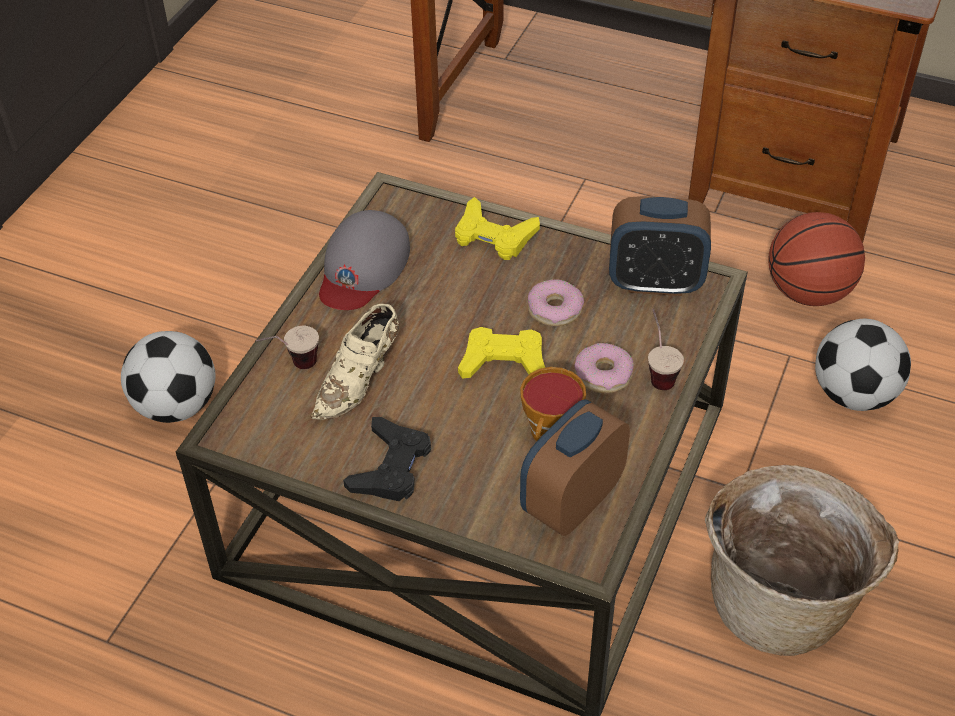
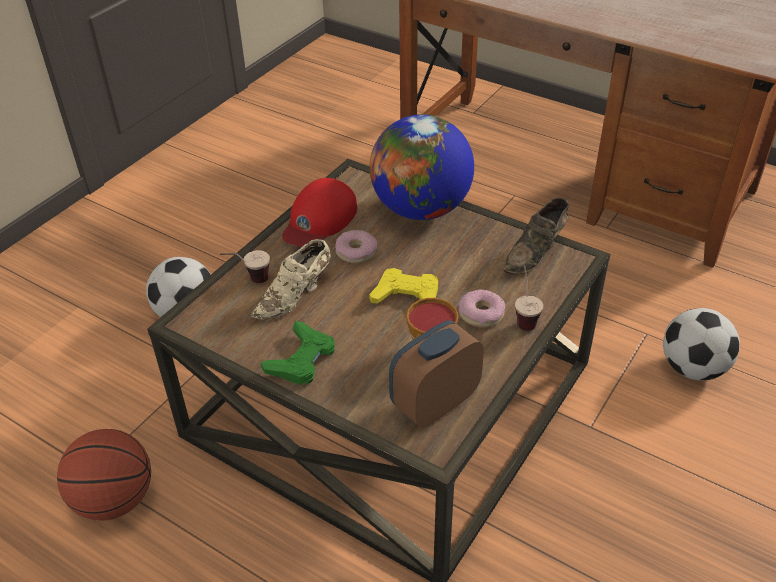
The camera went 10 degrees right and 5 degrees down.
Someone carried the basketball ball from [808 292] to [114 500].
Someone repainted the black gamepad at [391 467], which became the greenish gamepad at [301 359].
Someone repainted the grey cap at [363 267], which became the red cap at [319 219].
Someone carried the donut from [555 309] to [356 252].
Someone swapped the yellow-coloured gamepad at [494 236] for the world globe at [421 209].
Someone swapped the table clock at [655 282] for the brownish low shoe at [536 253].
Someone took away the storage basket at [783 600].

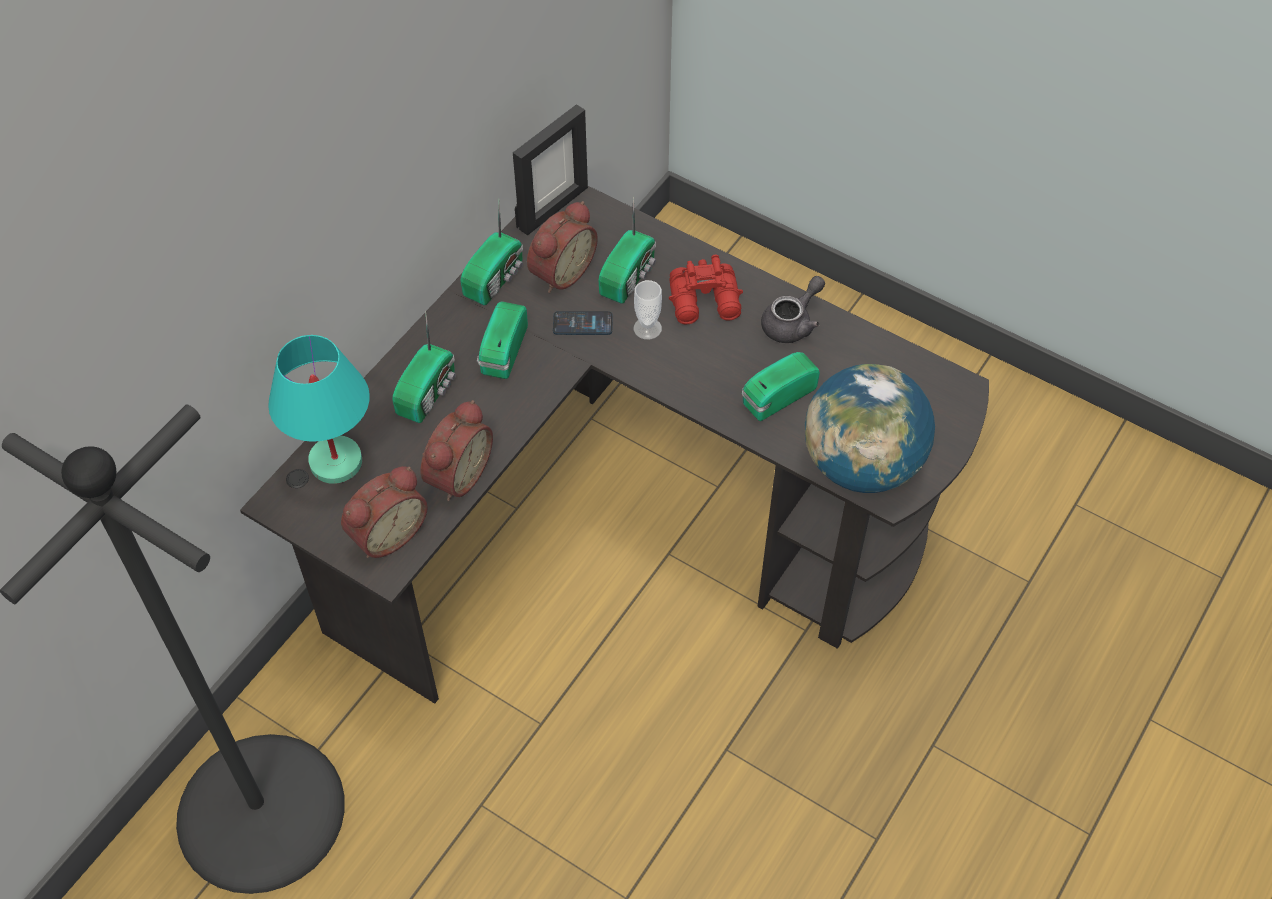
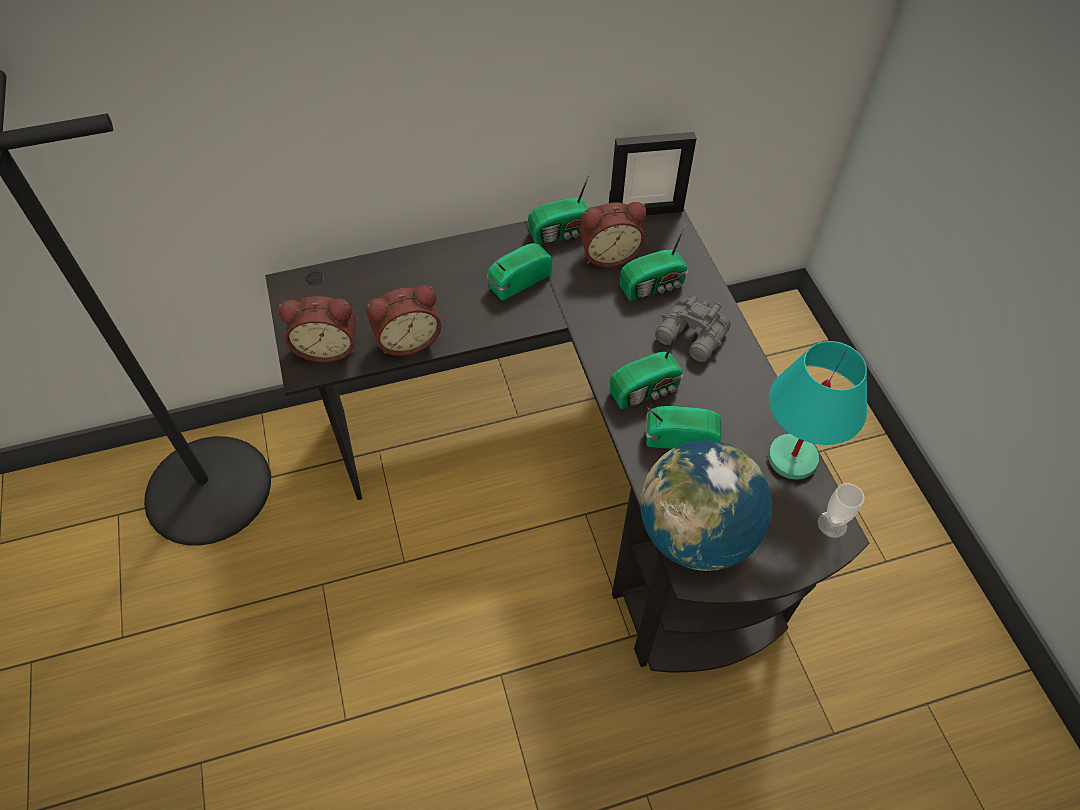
The camera went 40 degrees right and 0 degrees up.
Someone carried the radio set from [429 392] to [647 390].
Someone repainted the red binoculars at [706 302], which became the grey binoculars at [691 337].
Someone carried the turquoise lamp for a table from [334 461] to [791 457].
Someone carried the cup from [647 328] to [832 524].
Someone took away the telephone at [582 324].
Someone took away the grey teapot at [792 323].

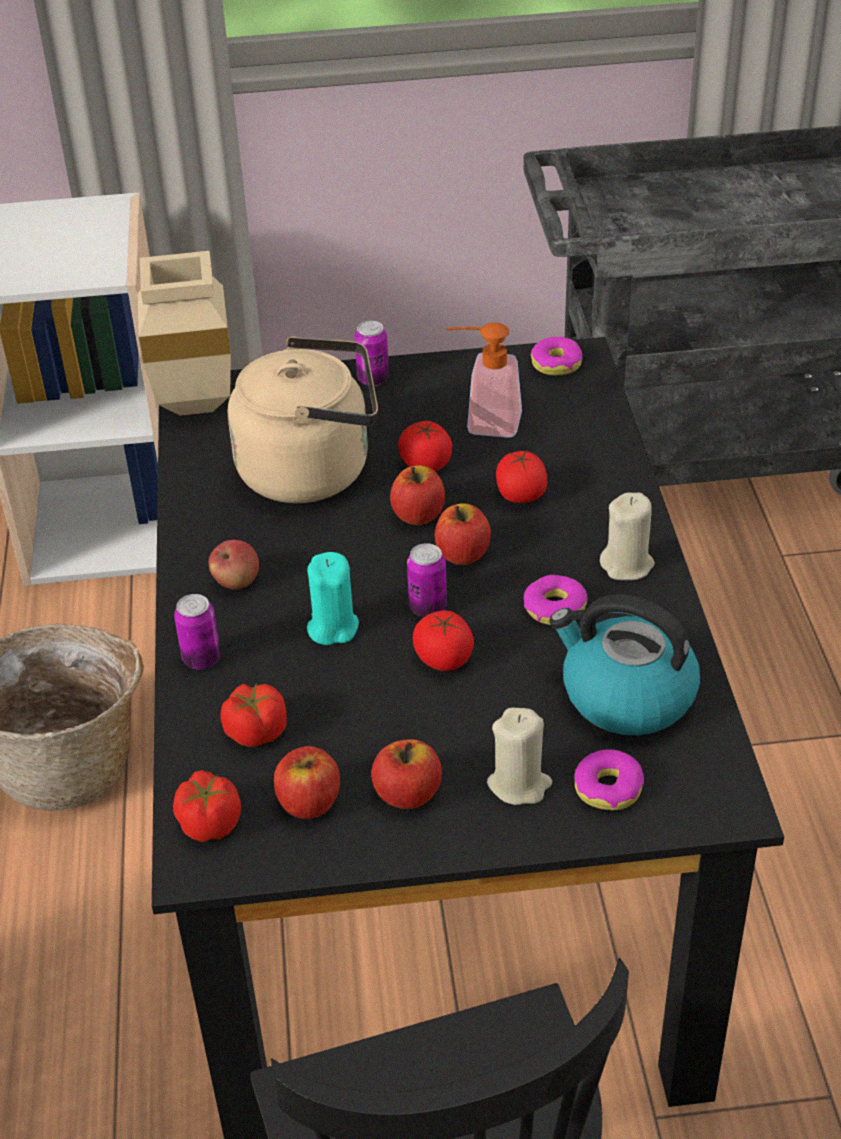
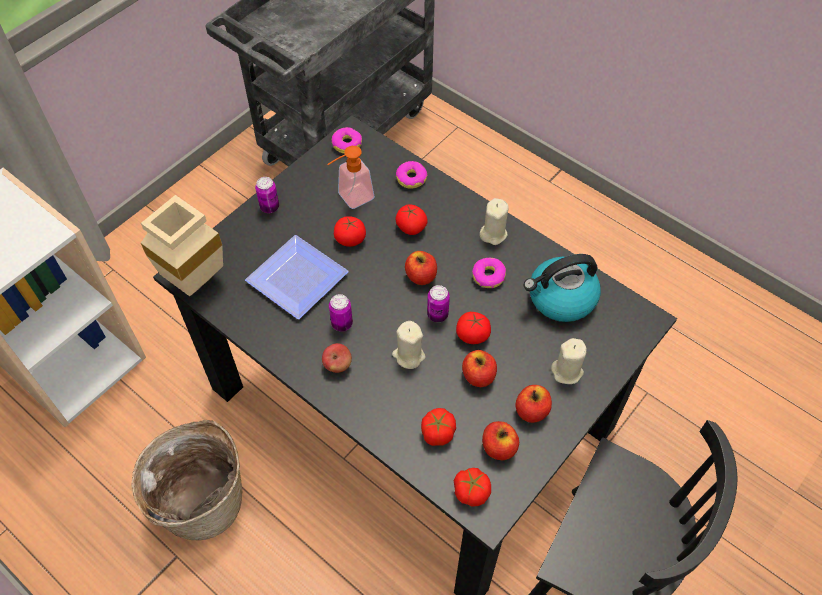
The camera went 45 degrees left and 15 degrees up.
Someone swapped the beige water kettle at [313 470] for the plate at [301 278].
Someone carried the sealed can from [201 659] to [342 324].
Someone repainted the turquoise candle at [332 627], which became the beige candle at [408 355].
Someone carried the donut from [608 788] to [411 178].
Someone carried the whole apple from [418 515] to [478 376].

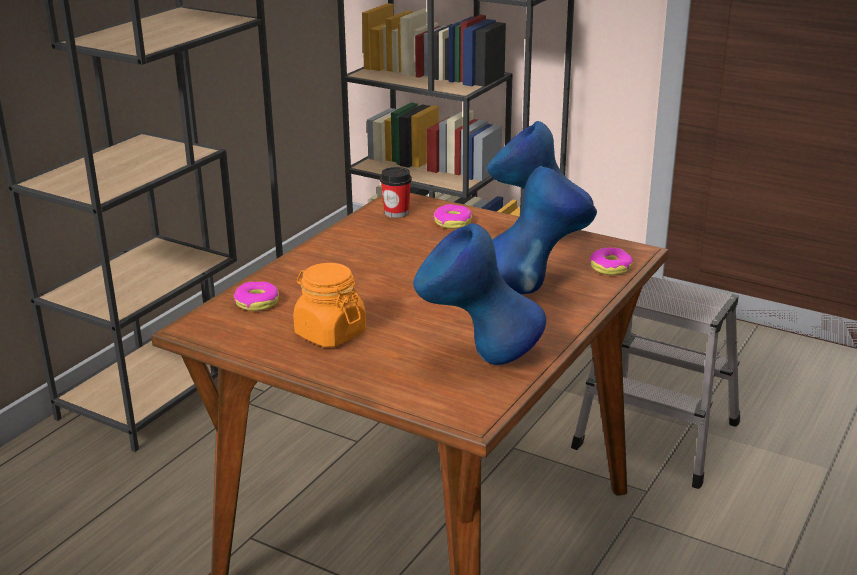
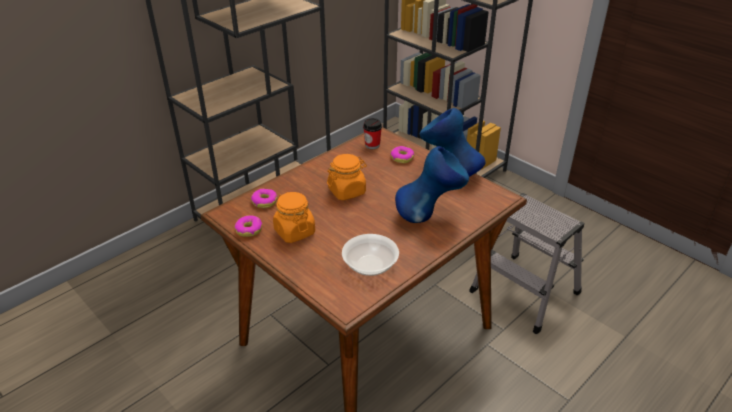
The camera went 15 degrees right and 10 degrees up.
Someone carried the donut from [610 268] to [249 229].
Someone put down the orange-coloured preserve jar at [347 191].
Someone swapped the bluish vase at [478 358] for the bowl at [370 265].

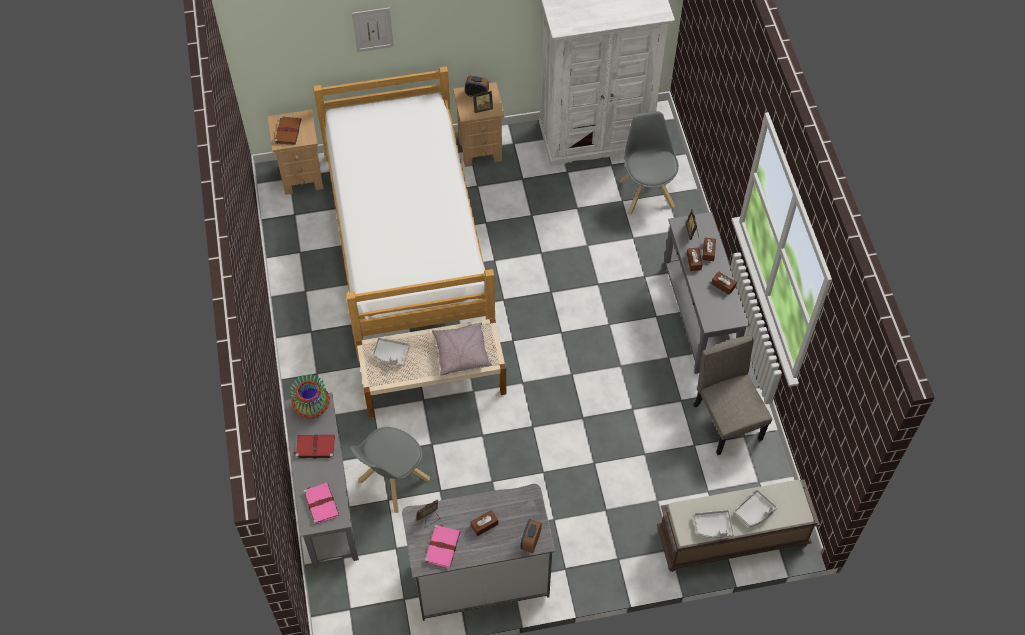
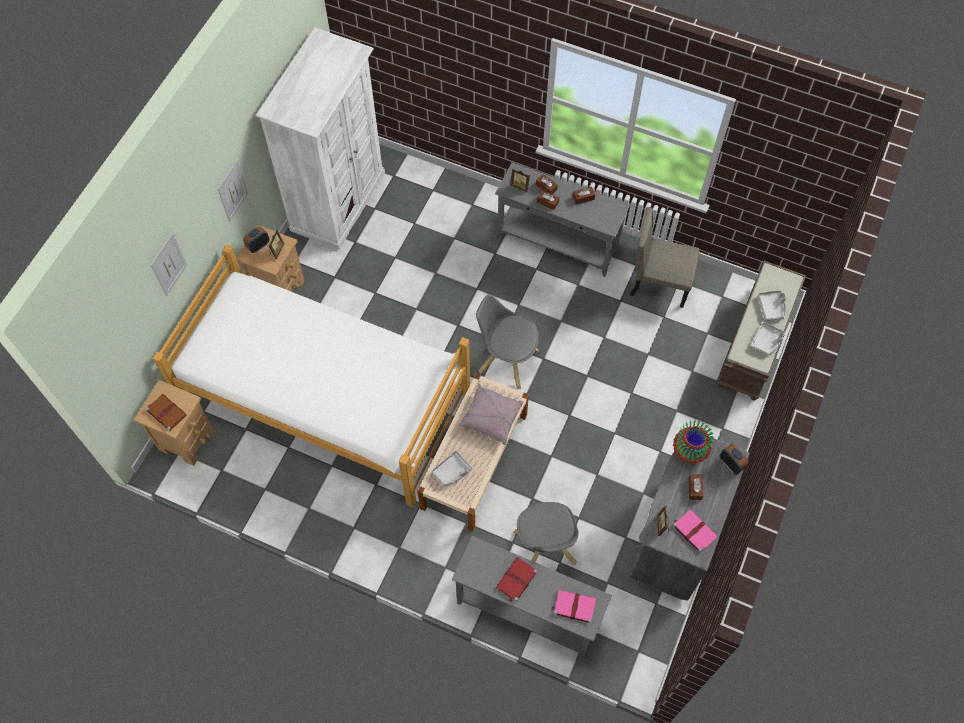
The camera went 55 degrees left and 5 degrees up.
Someone put up the picture at [232 191].
Someone carried the grey plain chair from [646 192] to [507 360].
Someone carried the vase from [312 407] to [690 450].

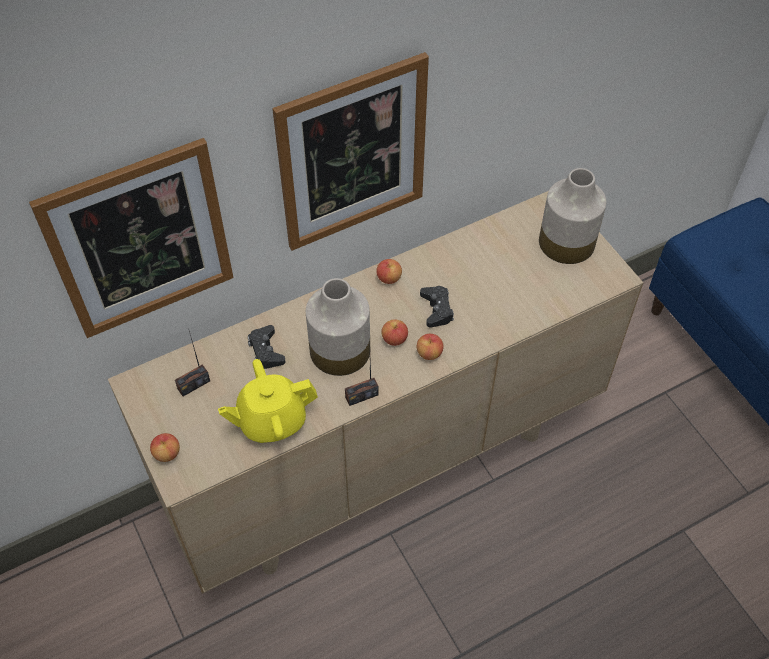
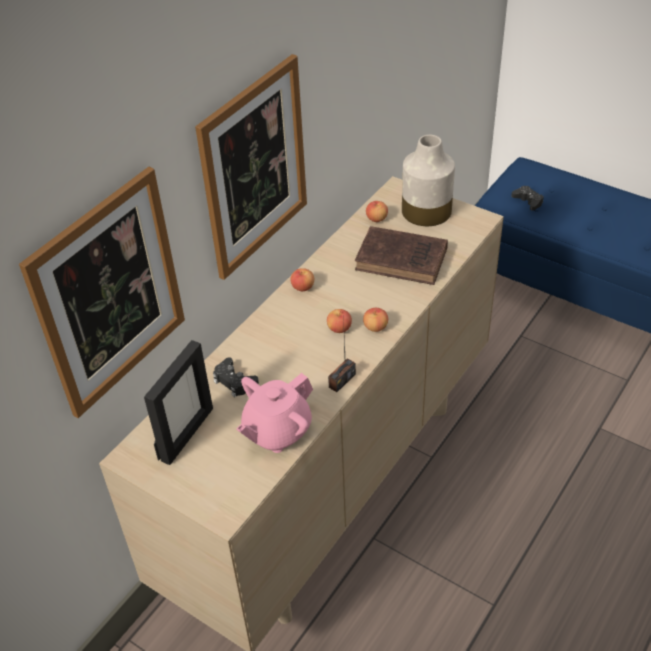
The camera went 25 degrees left and 10 degrees down.
Someone swapped the radio set at [193 385] for the picture frame at [186 433].
Someone repainted the yellow-coloured teapot at [271 420], which became the pink-coloured teapot at [277 431].
Someone put down the brownish volume at [404 260].
Someone carried the whole apple from [167 453] to [376 219].
Someone carried the black gamepad from [437 309] to [528 201].
Someone took away the beige vase at [339 350].

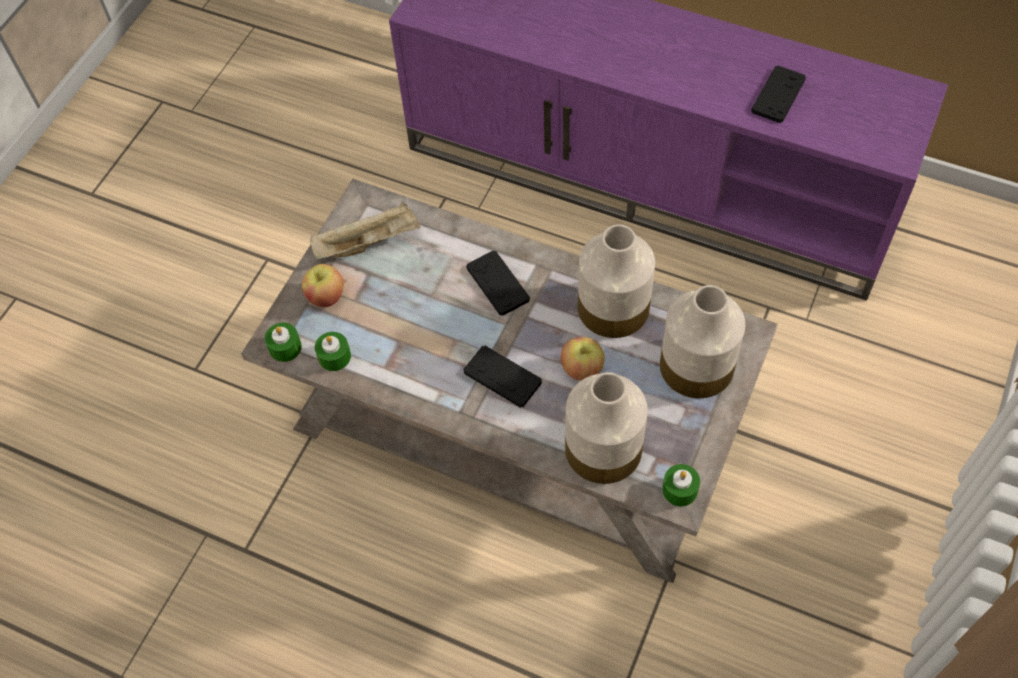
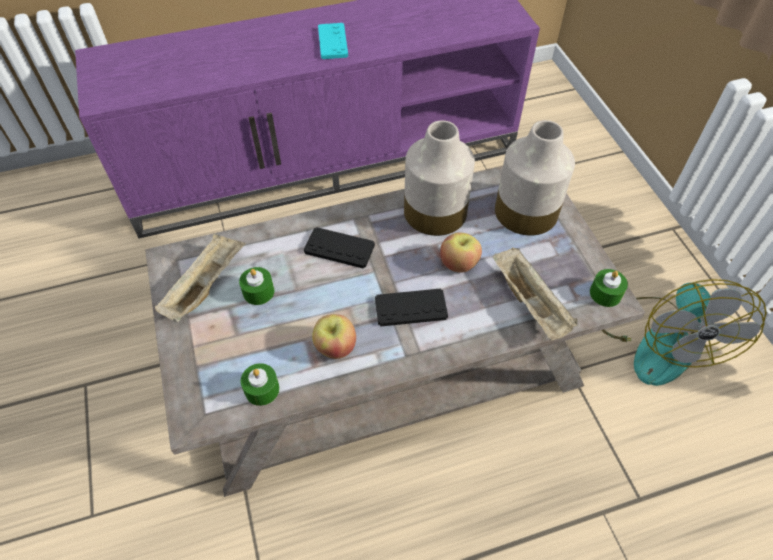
The camera went 45 degrees left and 5 degrees down.
Someone carried the greenish candle from [285 347] to [258 292].
Someone carried the whole apple from [326 296] to [335 347].
Someone put down the turquoise gamepad at [332 42].
Someone swapped the beige vase at [604 448] for the beige carrying tray at [531 304].
Someone put down the fan at [659 340].
Someone took away the black gamepad at [778 95].

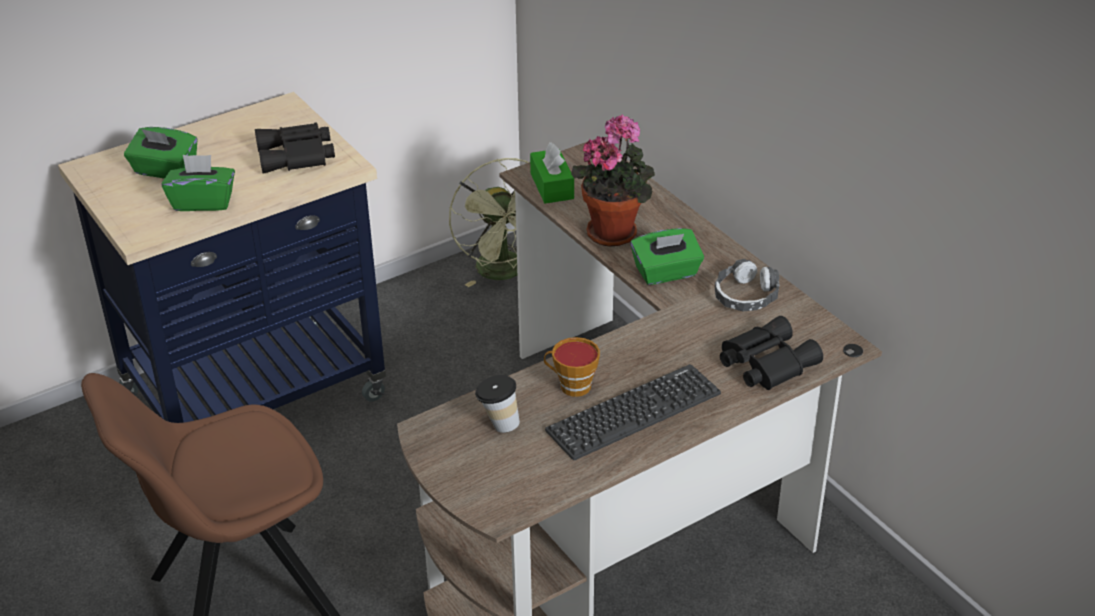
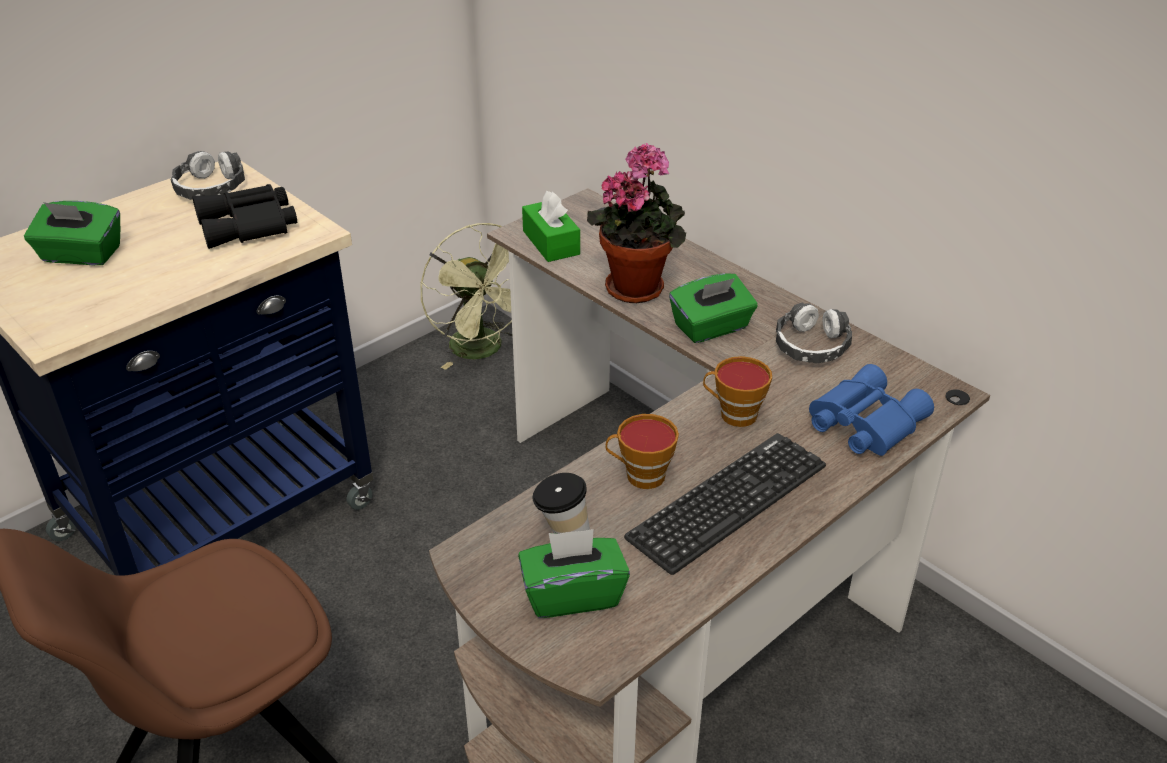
The camera went 10 degrees left and 0 degrees up.
Someone put down the pair of headphones at [210 188].
Someone carried the greenish tissue holder from [203 202] to [572 594].
Someone put down the cup at [733 414].
Someone repainted the black binoculars at [764 363], which became the bluish binoculars at [862 422].

